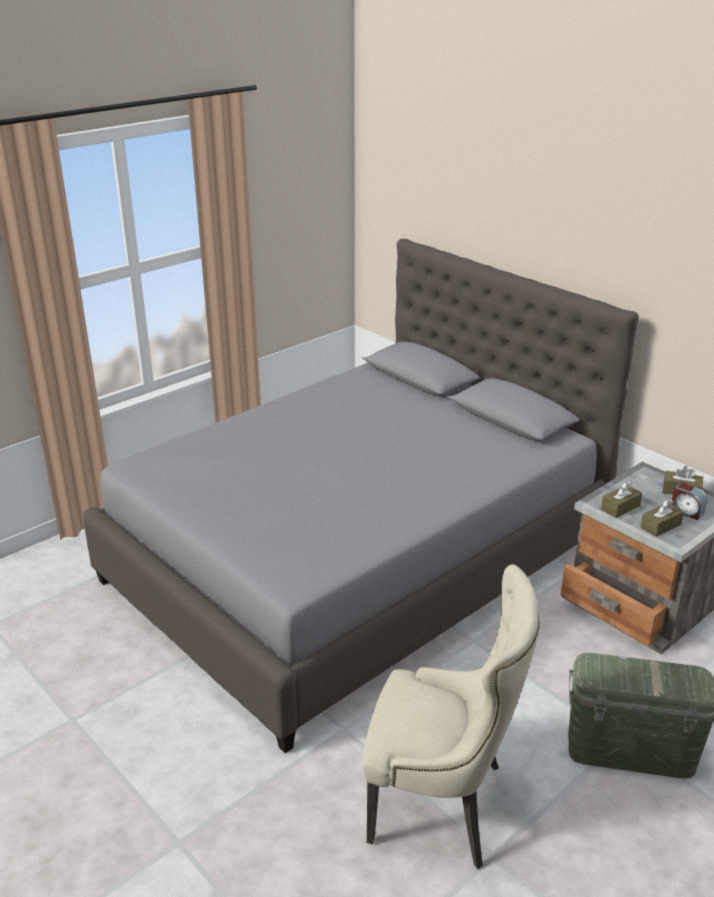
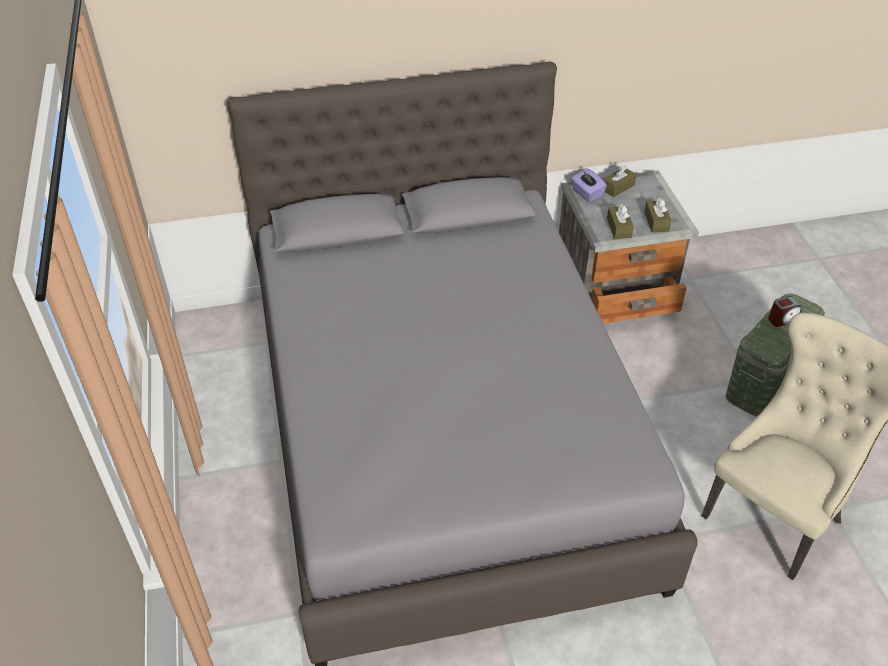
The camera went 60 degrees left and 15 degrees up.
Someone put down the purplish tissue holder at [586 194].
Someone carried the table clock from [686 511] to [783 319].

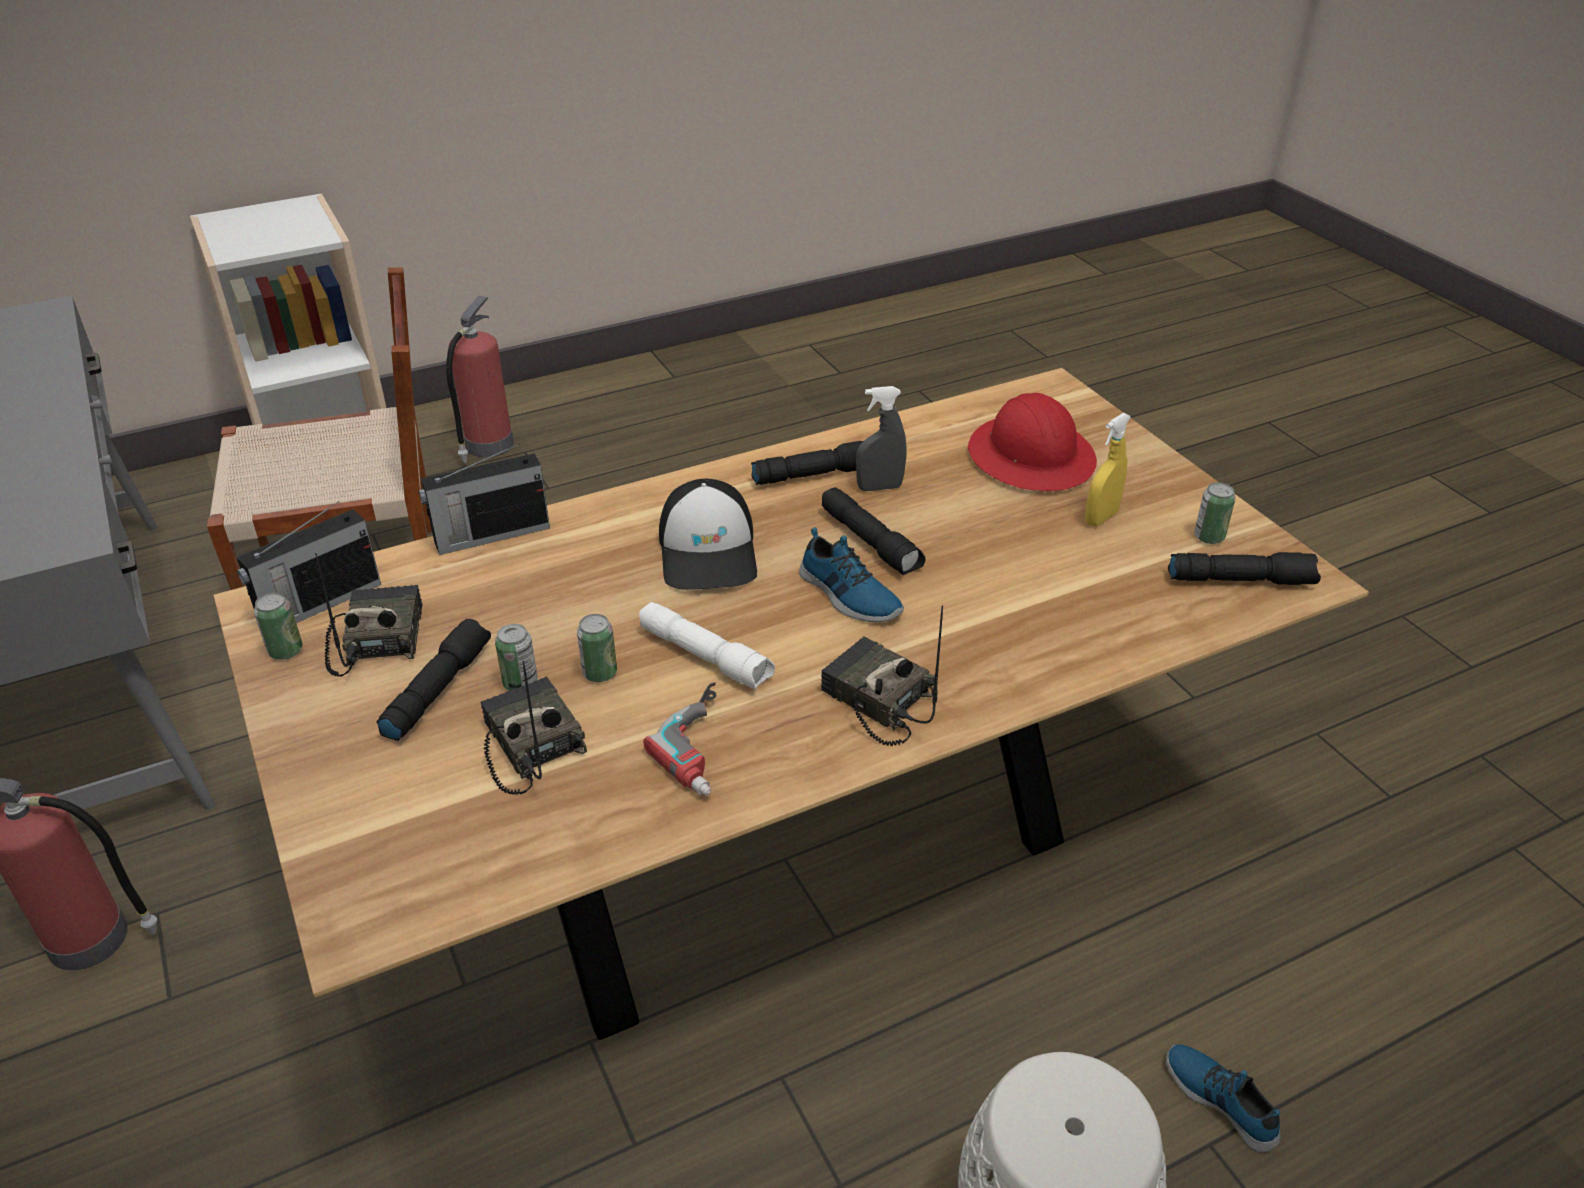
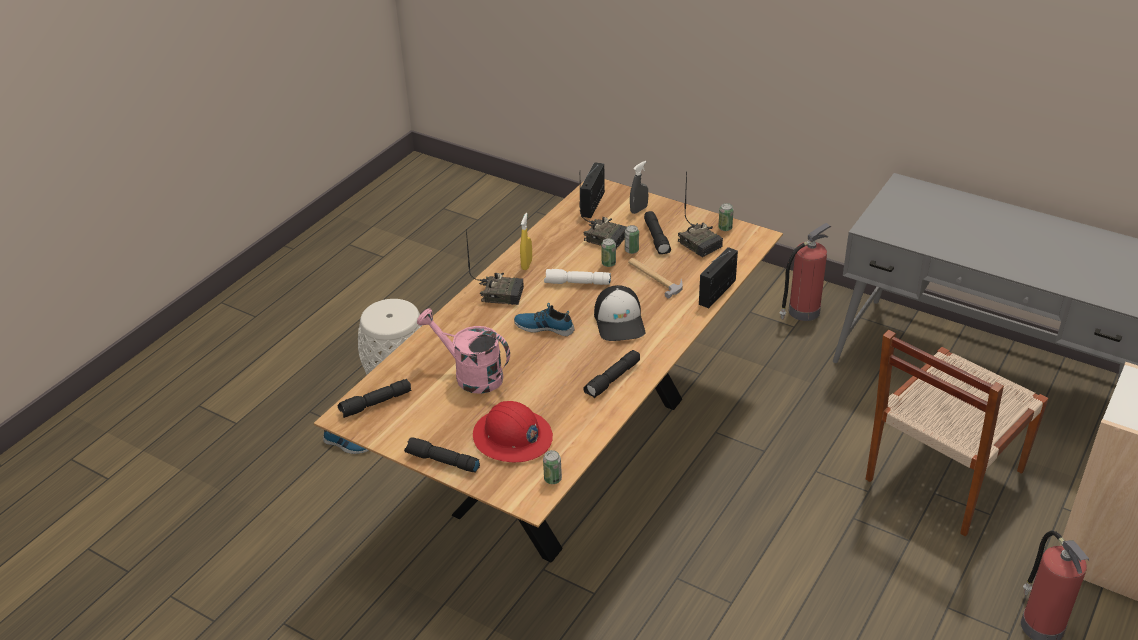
The camera went 150 degrees right and 0 degrees up.
Someone carried the black hand torch from [871 542] to [442 461].
Someone put down the pink-coloured watering can at [471 375].
Someone carried the yellow-coloured hand sprayer from [1101 518] to [526 264].
Someone carried the sealed can from [1209 537] to [553 479].
Someone carried the radio set from [318 604] to [593 203].
Someone rotated the cap at [709 552] by 150 degrees counterclockwise.
Someone put down the tool hammer at [655 278].
Someone carried the grey hand sprayer from [879 487] to [639 209].
Someone took away the electric drill at [708 746].

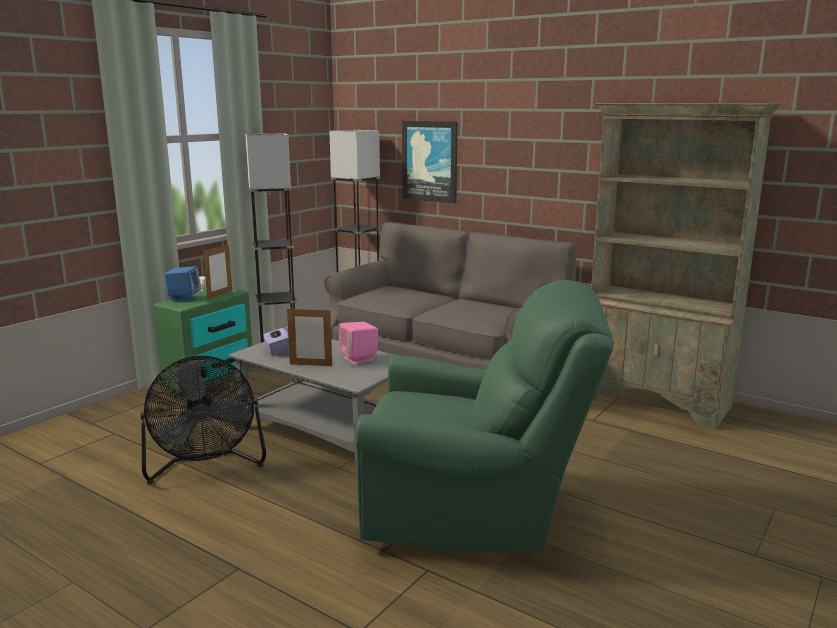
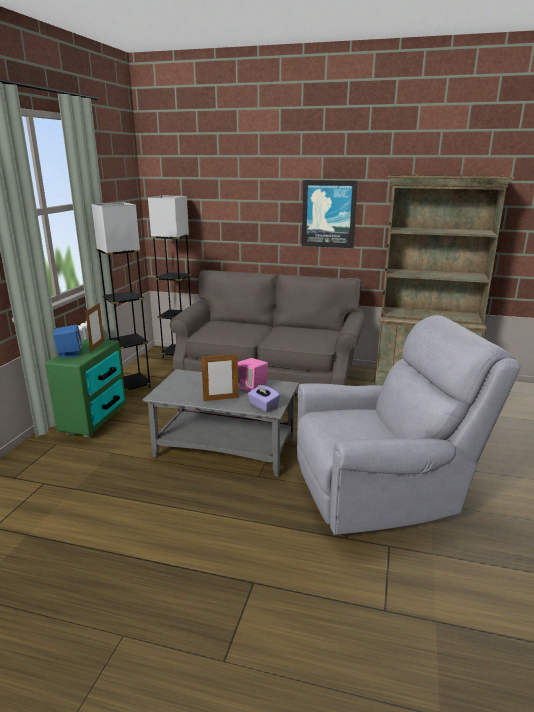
The camera went 20 degrees left and 5 degrees up.
Someone carried the purplish tissue holder from [277 350] to [263 406].
Someone repainted the greenish lounge chair at [476 513], which became the grey lounge chair at [383 492].
Someone carried the picture from [430 161] to [329 214].
Someone took away the black fan at [201 465].

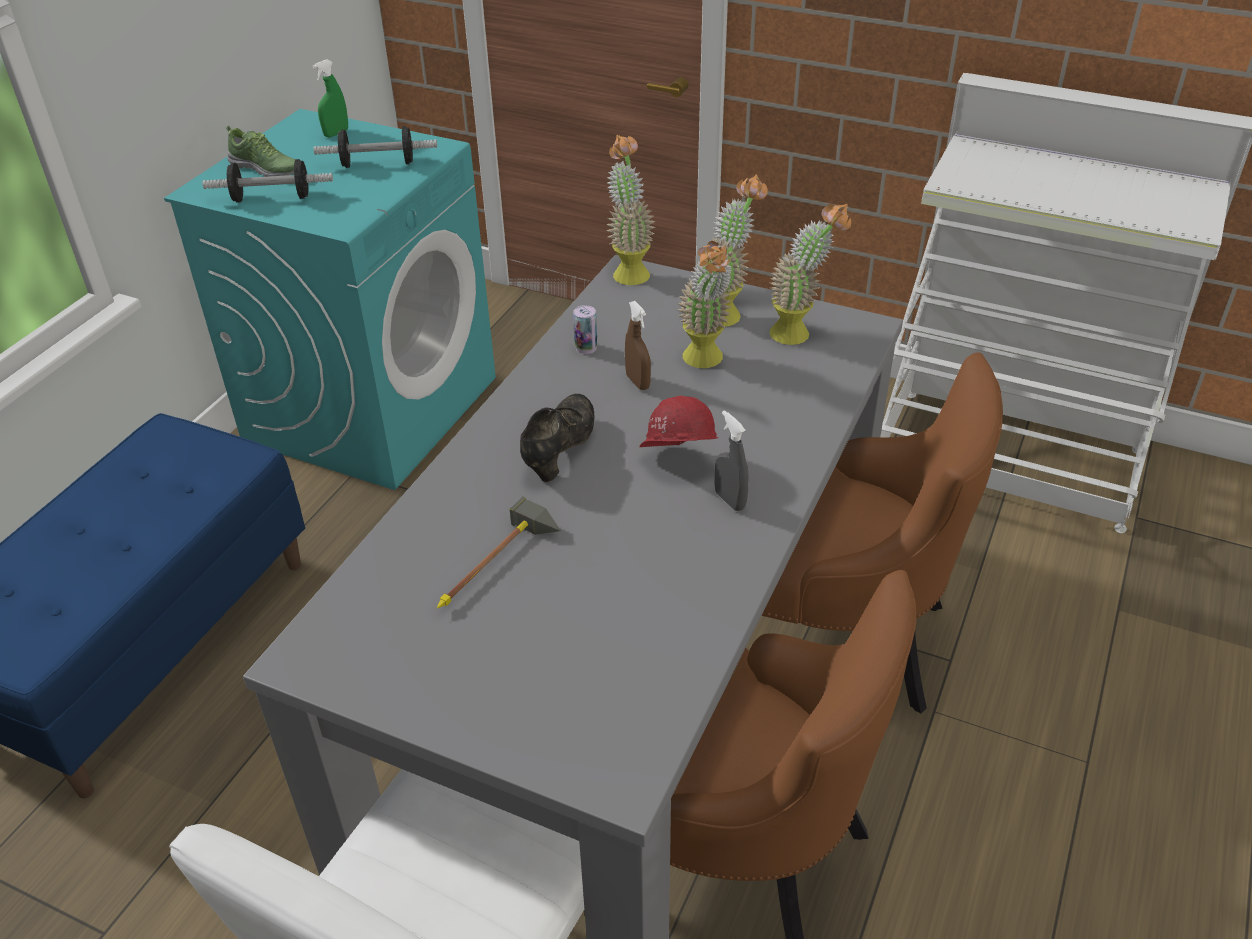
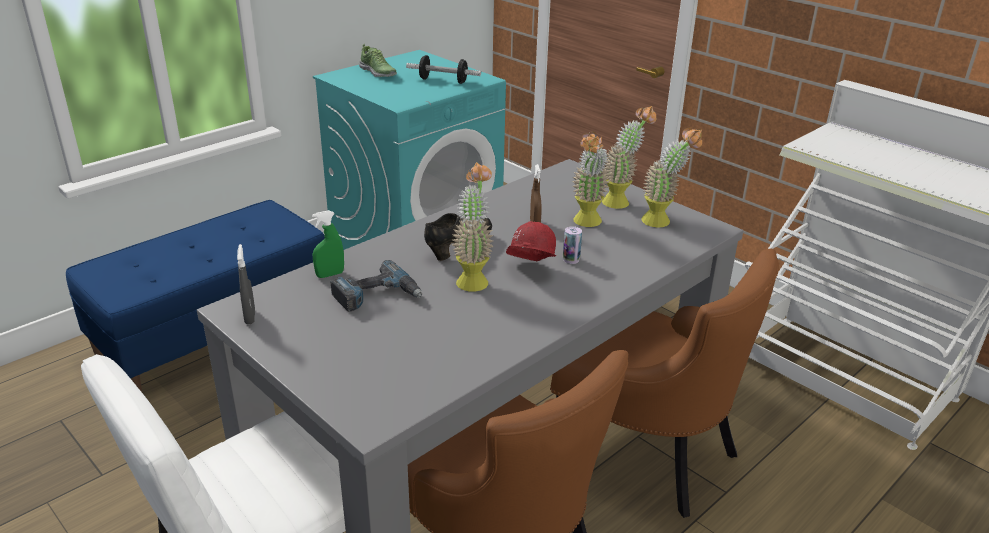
The camera went 20 degrees right and 10 degrees down.
Someone carried the grey hand sprayer from [729 500] to [250 317].
Someone carried the greenish hand sprayer from [336 133] to [330 274].
Someone swapped the tool hammer at [497 569] for the electric drill at [377 296].
Someone carried the houseplant from [629 270] to [473 278].
Someone carried the sealed can from [586 348] to [571 259].
Someone took away the dumbbell at [272 198].

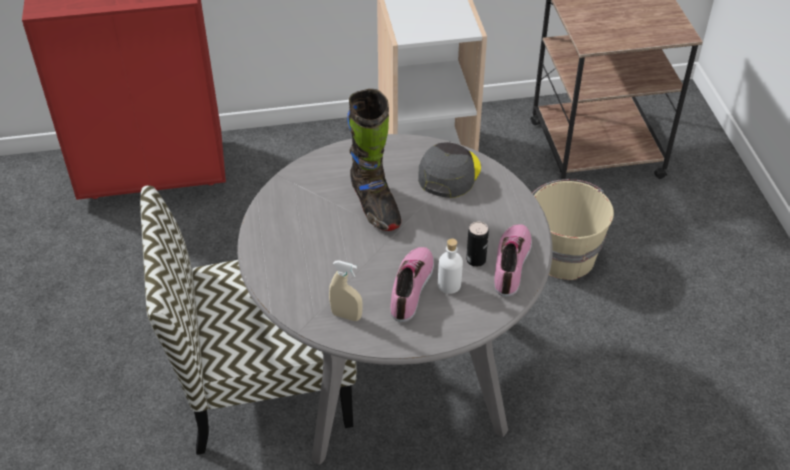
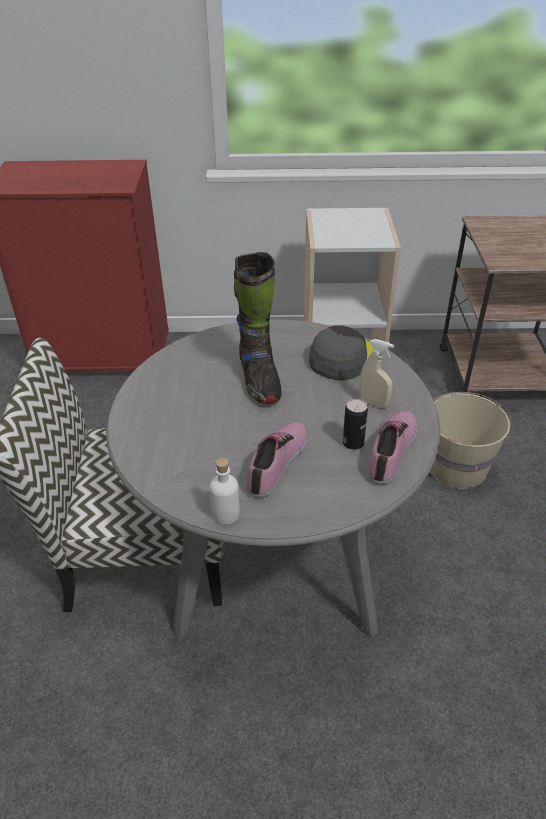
The camera went 10 degrees right and 5 degrees down.
Someone carried the white bottle from [449 285] to [226 514].
Someone carried the beige hand sprayer from [346 315] to [373 403].

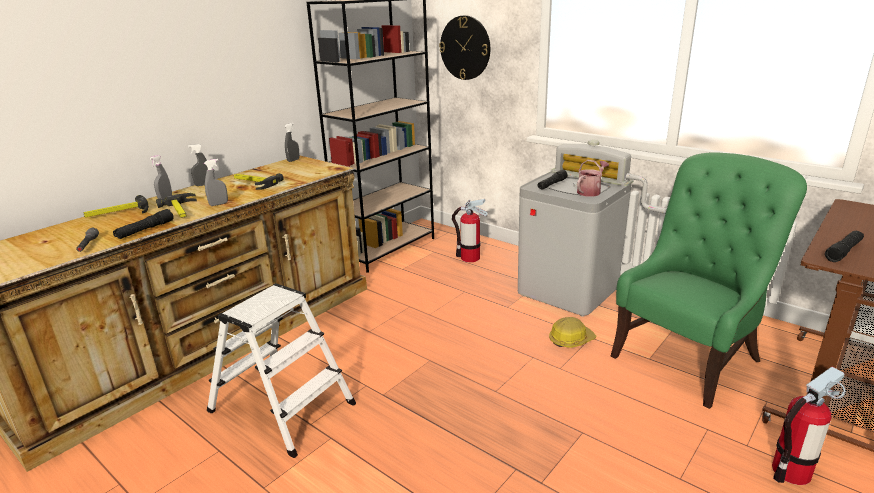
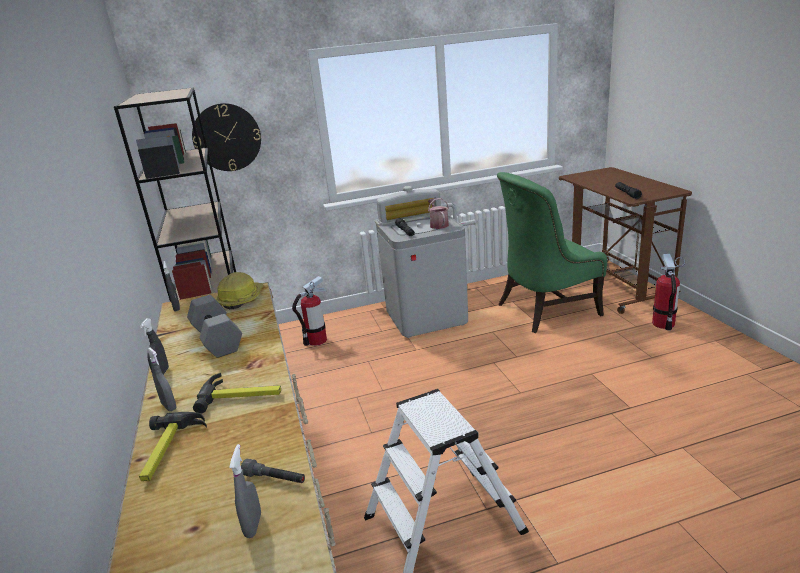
The camera went 55 degrees left and 0 degrees up.
Someone swapped the tool hammer at [253 183] for the grey dumbbell at [218 339].
Someone carried the safety helmet from [570 340] to [241 299].
Someone carried the grey hand sprayer from [219 204] to [253 525].
Someone rotated the greenish plain chair at [687 358] by 105 degrees counterclockwise.
Someone took away the black hand torch at [145 230].

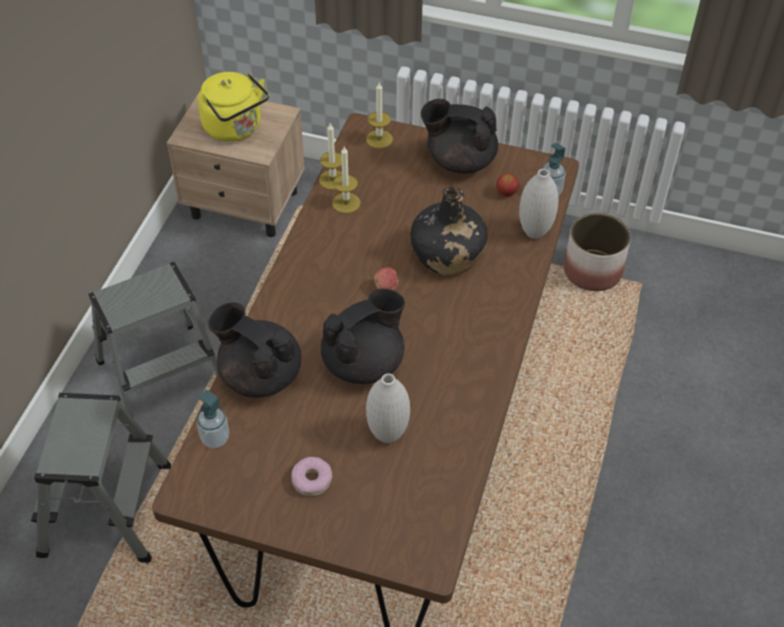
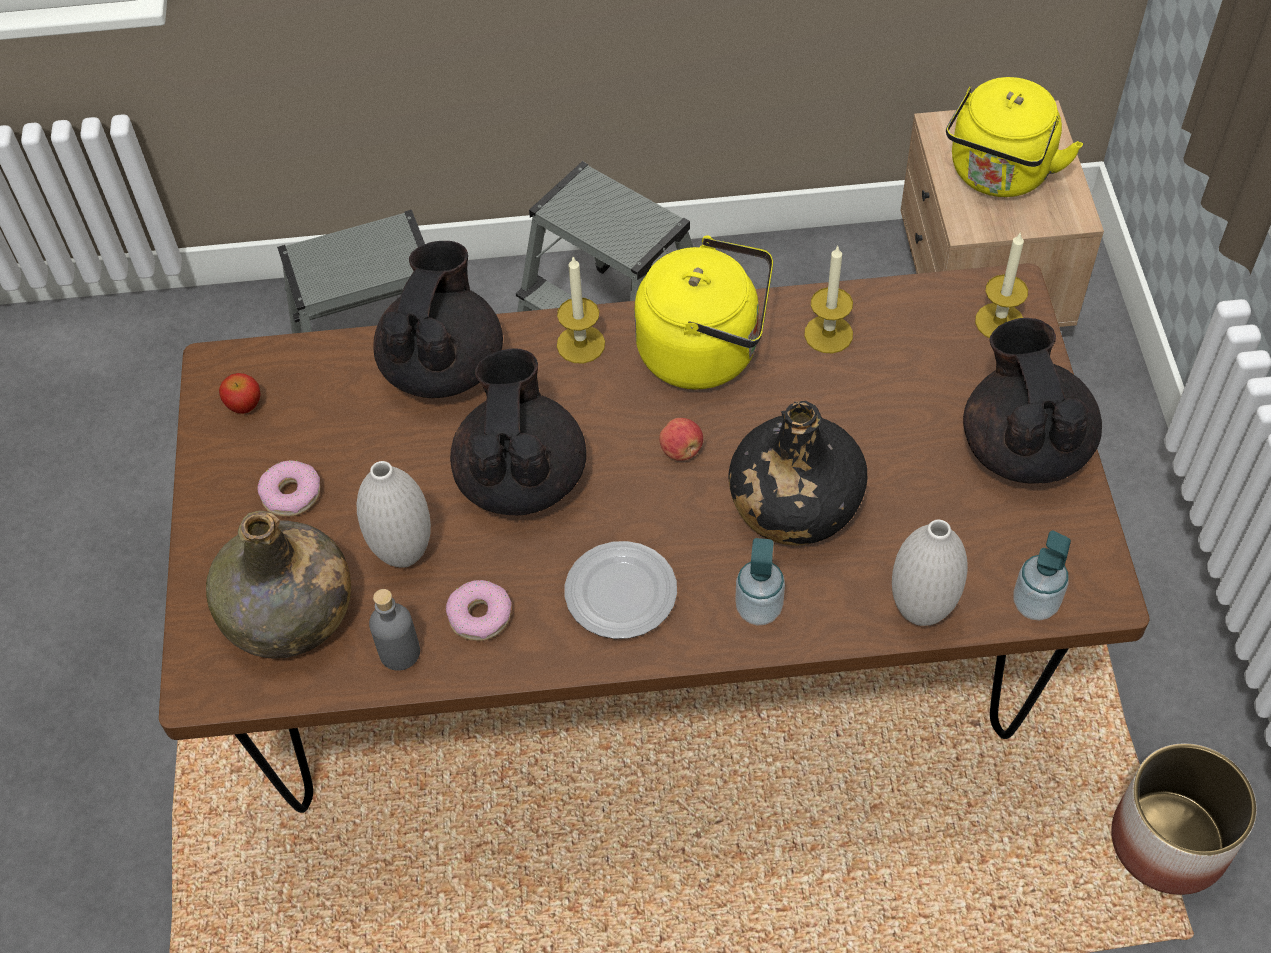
The camera went 70 degrees right and 5 degrees up.
Someone put down the greenish bottle at [289 614].
Someone carried the whole apple from [506 193] to [244 405].
Someone put down the grey bottle at [399 652].
Someone put down the donut at [480 615].
Someone rotated the black teapot at [364 363] by 120 degrees counterclockwise.
Someone carried the candle from [332 180] to [581 344].
Someone put down the plate at [619 593].
Someone put down the yellow-coloured water kettle at [706 351].
Someone carried the liquid soap bottle from [215 438] to [758 609].

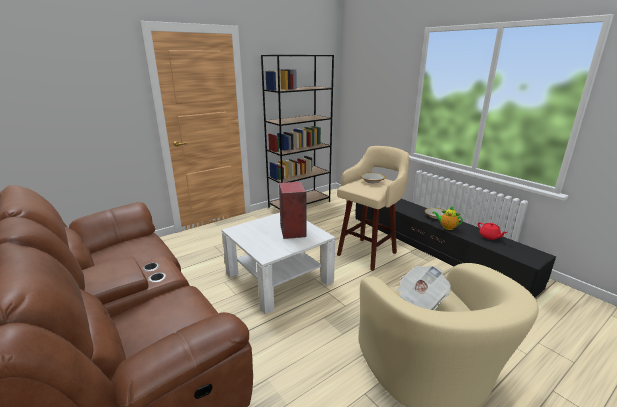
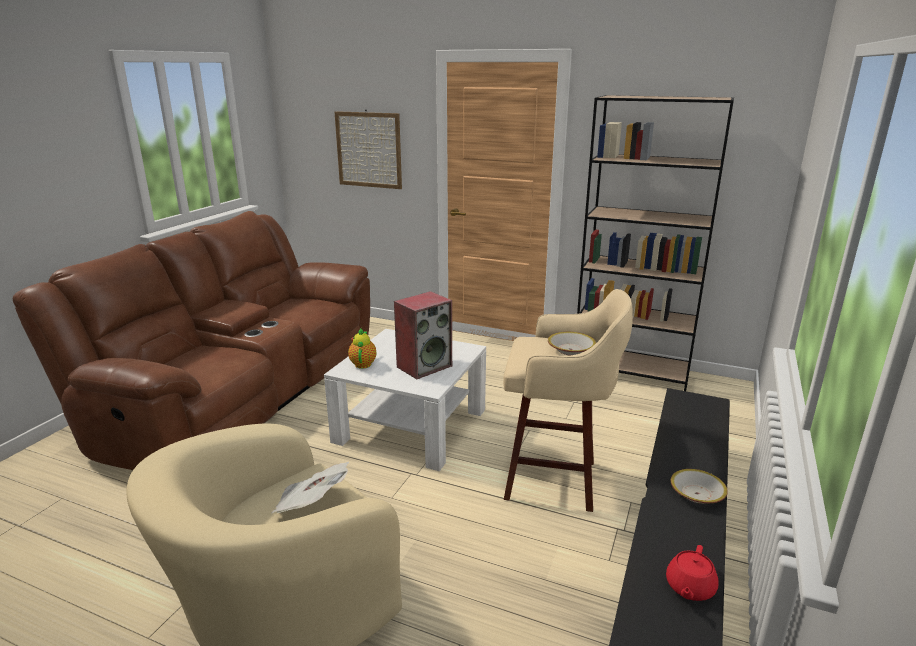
The camera went 60 degrees right and 0 degrees up.
Someone put up the picture at [368 148].
Someone carried the teapot from [446 227] to [363 363].

